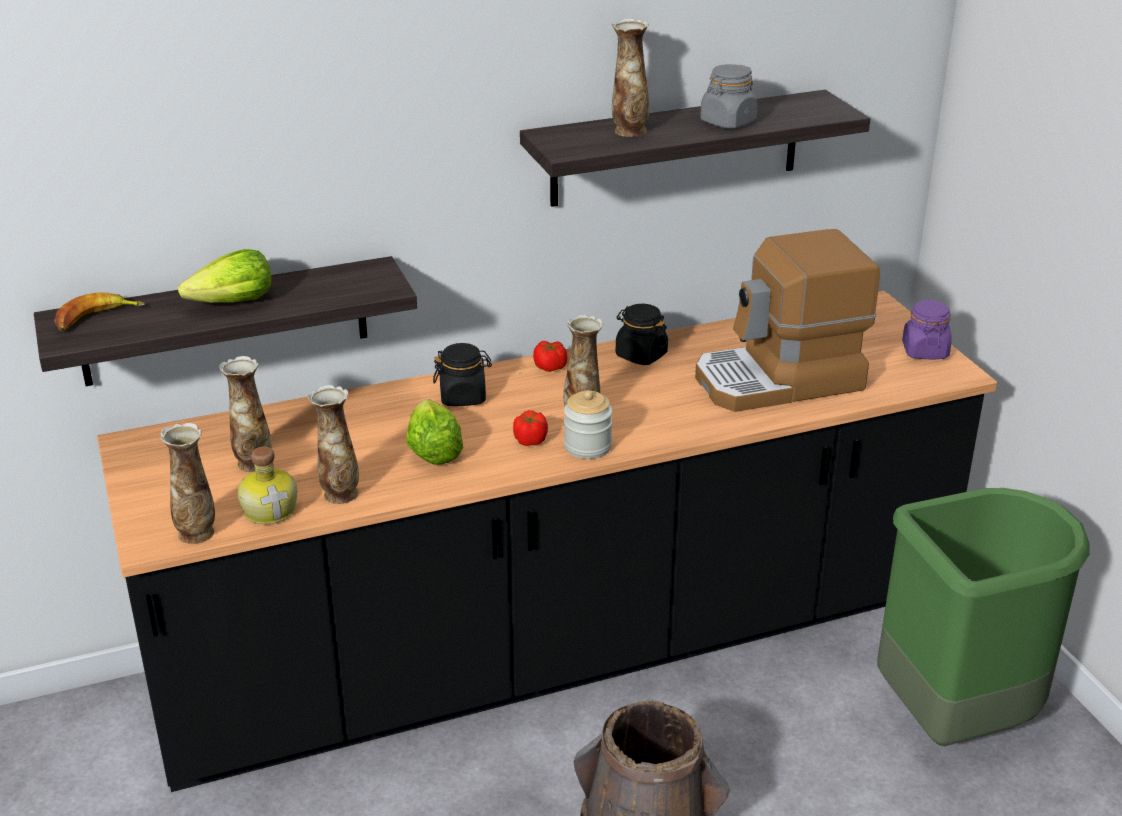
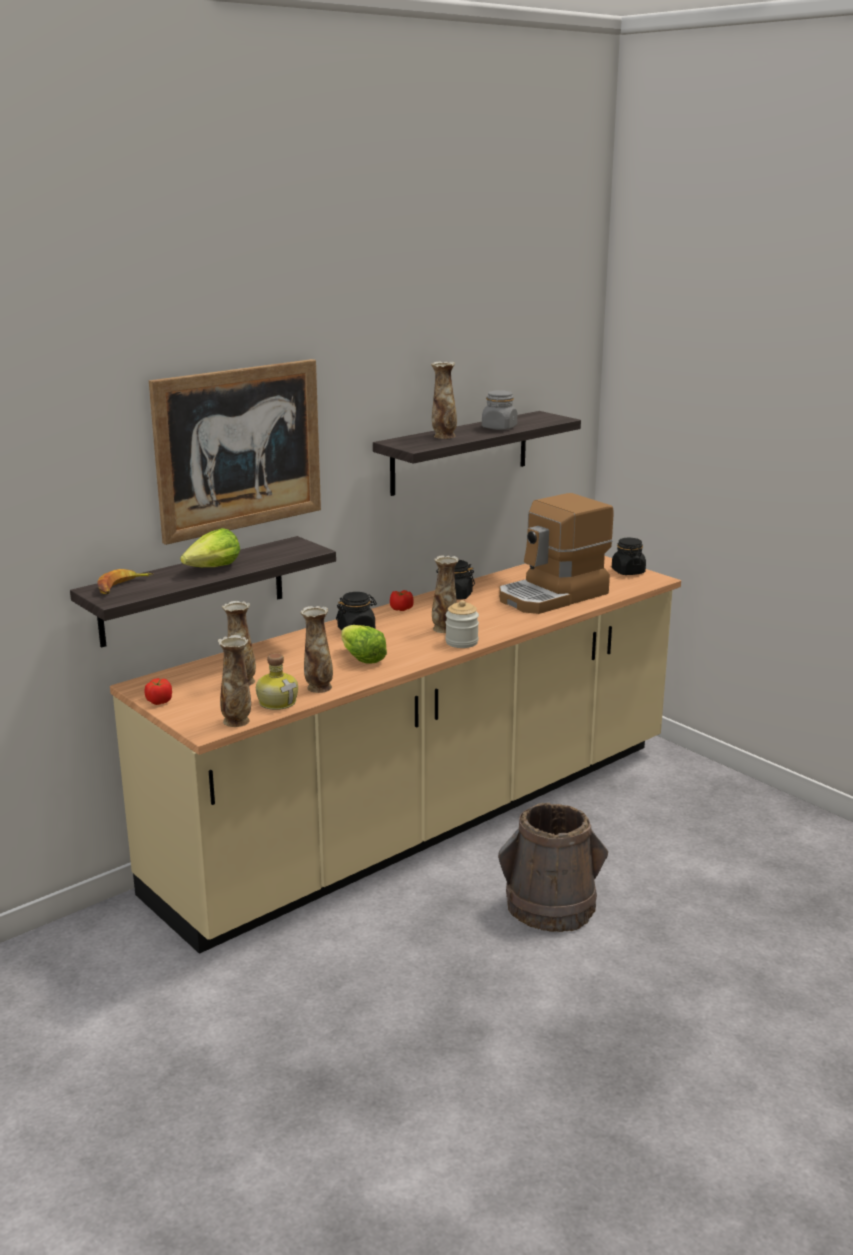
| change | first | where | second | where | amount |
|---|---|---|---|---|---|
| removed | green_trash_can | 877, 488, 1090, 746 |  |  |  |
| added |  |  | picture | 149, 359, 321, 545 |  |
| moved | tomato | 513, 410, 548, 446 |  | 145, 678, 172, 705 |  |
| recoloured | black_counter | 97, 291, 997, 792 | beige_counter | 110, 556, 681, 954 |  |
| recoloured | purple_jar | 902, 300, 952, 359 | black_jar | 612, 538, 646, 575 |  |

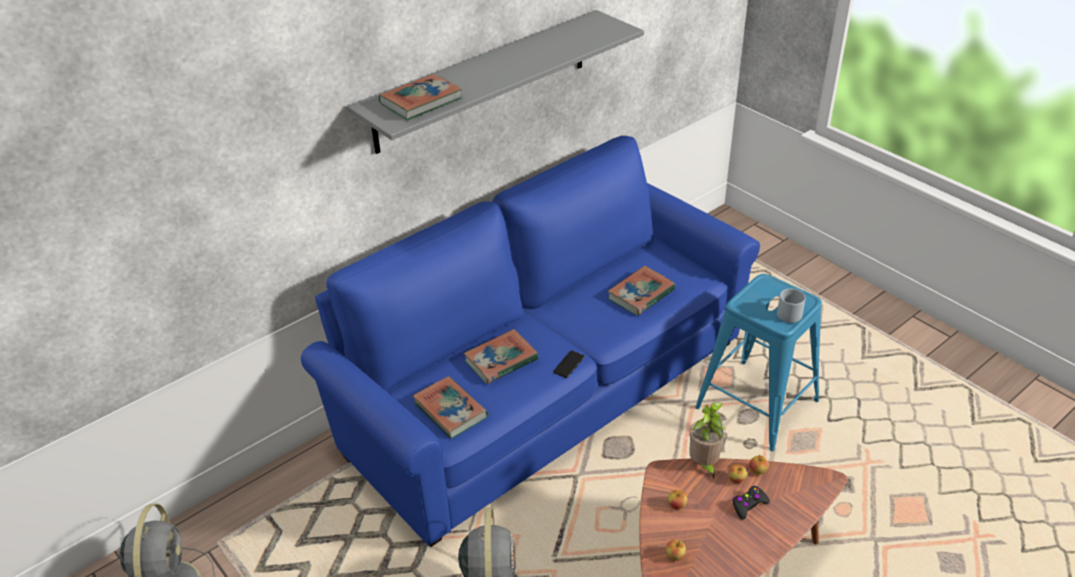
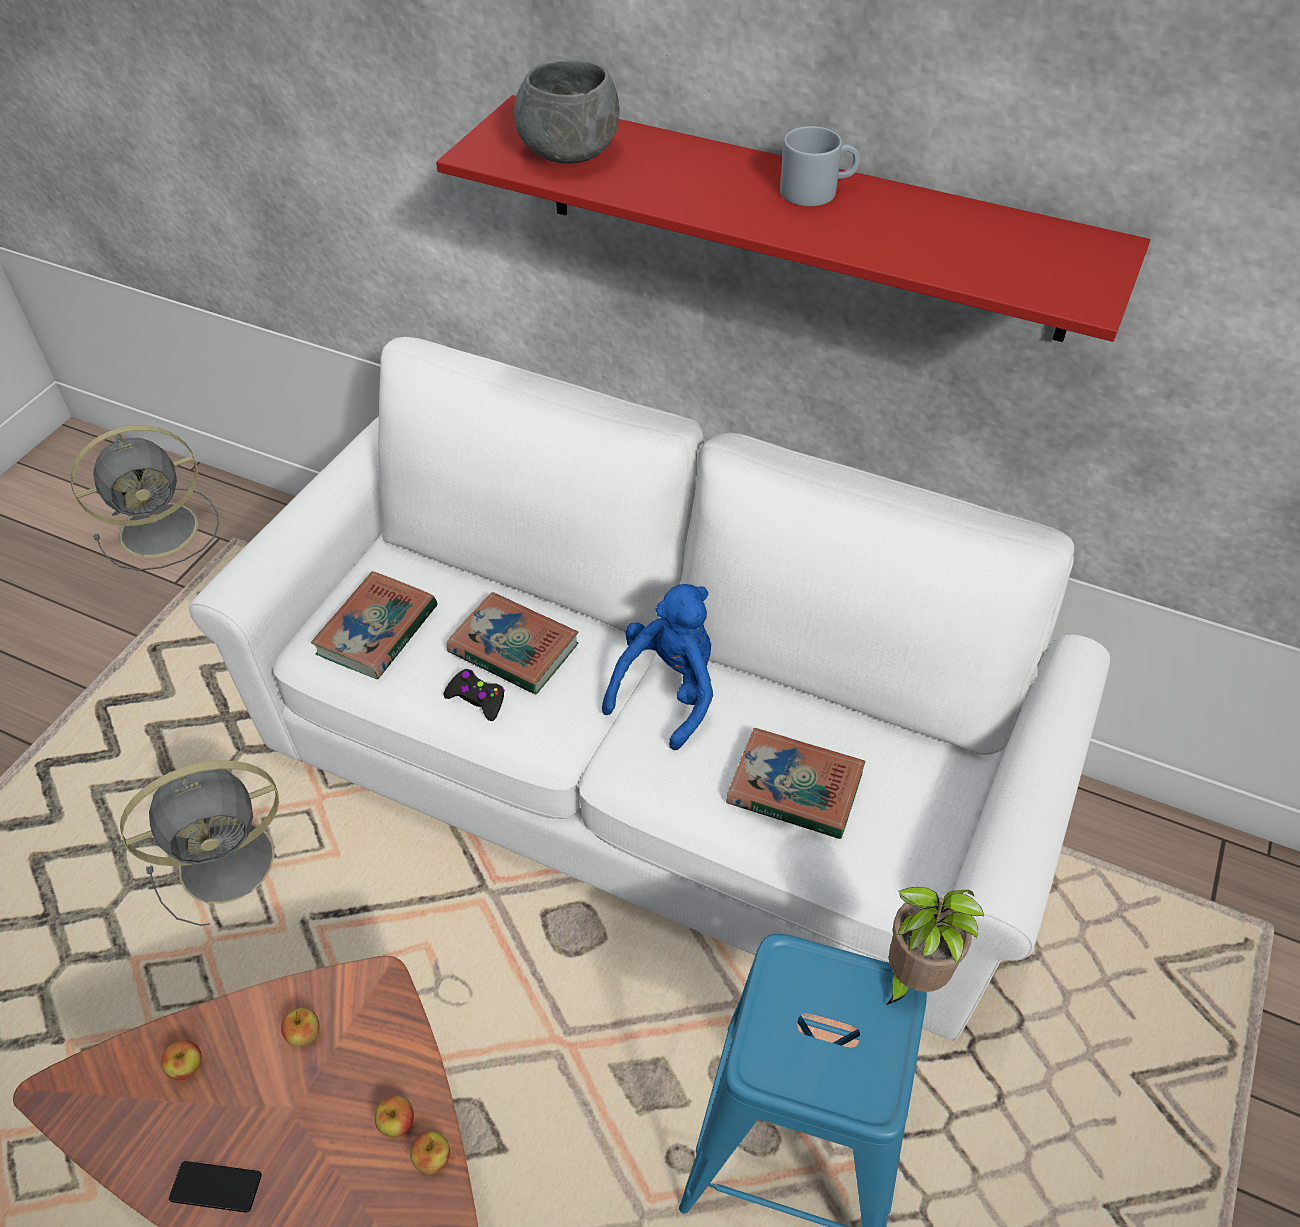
| change | first | where | second | where | amount |
|---|---|---|---|---|---|
| added |  |  | blue_plush_toy | 602, 584, 713, 750 |  |
| moved | phone | 553, 350, 585, 378 |  | 169, 1161, 262, 1213 |  |
| moved | potted_plant | 689, 402, 726, 479 |  | 886, 887, 984, 1005 |  |
| moved | black_game_controller | 732, 486, 770, 519 |  | 443, 669, 505, 721 |  |
| moved | grey_mug | 777, 289, 806, 323 |  | 780, 126, 860, 206 |  |
| replaced | book | 379, 74, 462, 120 | grey_bowl | 514, 58, 620, 163 |  |
| recoloured | blue_sofa | 301, 136, 760, 547 | white_sofa | 188, 337, 1110, 1041 |  |
| recoloured | grey_shelf | 347, 10, 644, 154 | red_shelf | 436, 95, 1150, 342 |  |

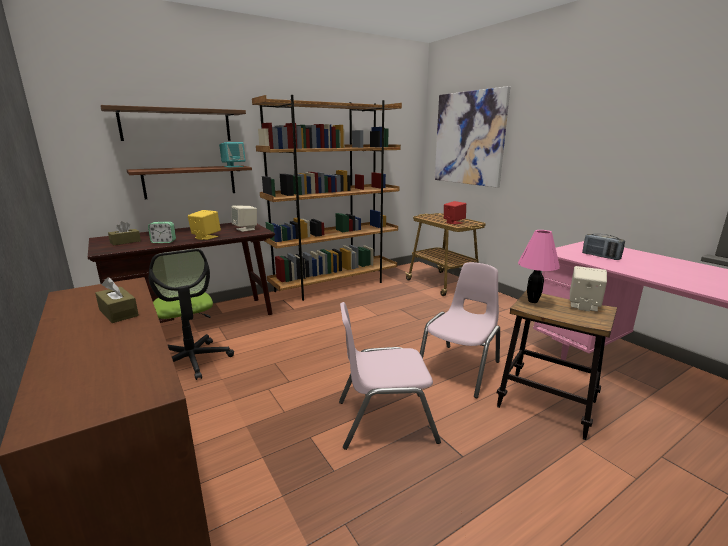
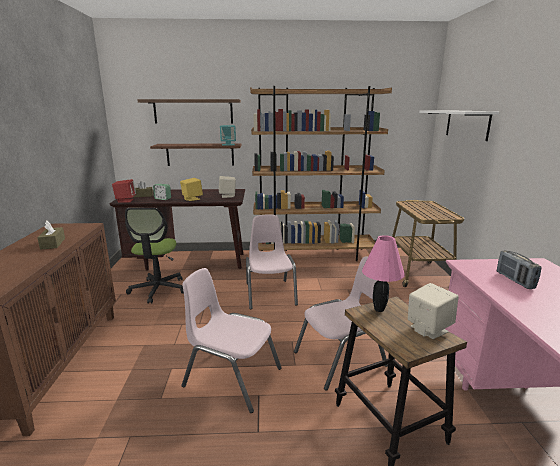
| change | first | where | second | where | amount |
|---|---|---|---|---|---|
| added |  |  | pink_chair | 246, 215, 298, 309 |  |
| moved | red_speaker | 444, 201, 466, 224 |  | 112, 179, 136, 203 |  |
| replaced | picture | 434, 86, 510, 188 | white_shelf | 419, 110, 499, 141 |  |

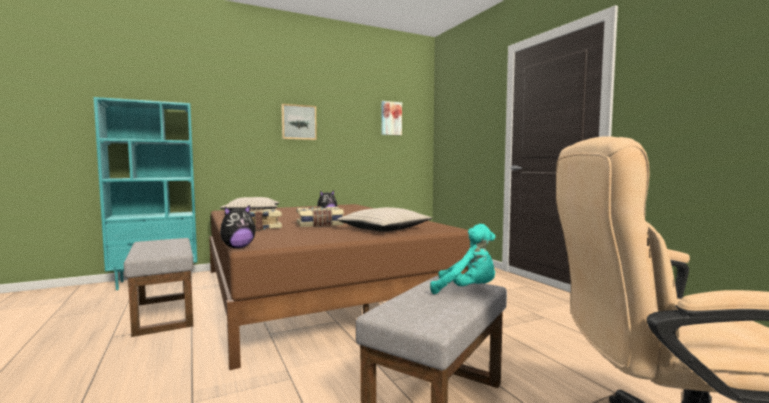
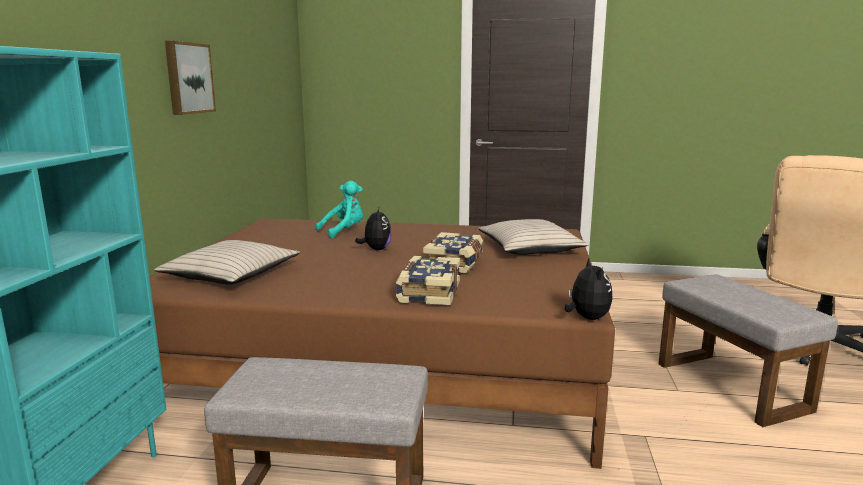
| change | first | where | second | where | amount |
|---|---|---|---|---|---|
| removed | picture | 381, 101, 402, 136 |  |  |  |
| moved | turquoise_plush_toy | 430, 224, 496, 294 |  | 316, 181, 363, 238 |  |

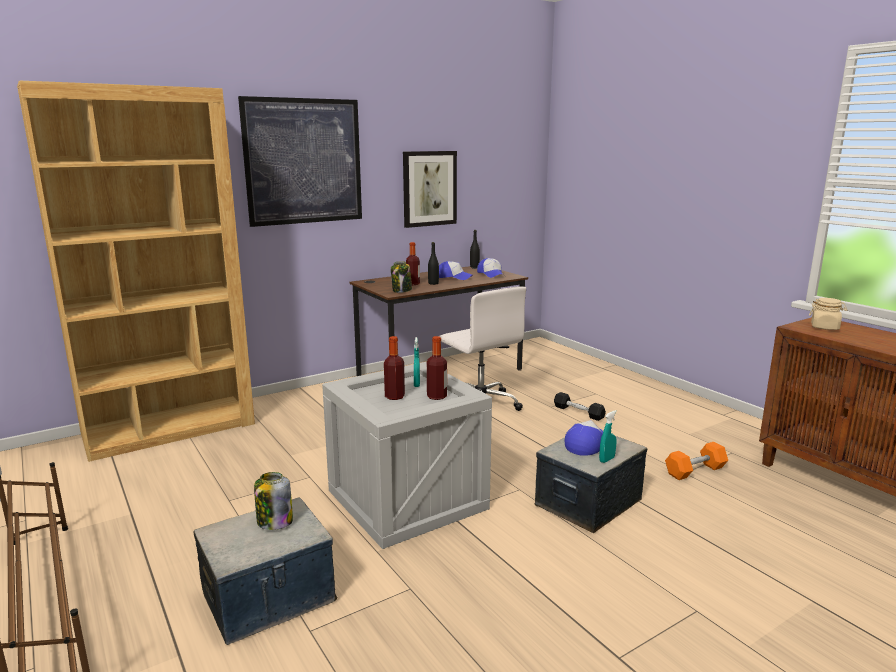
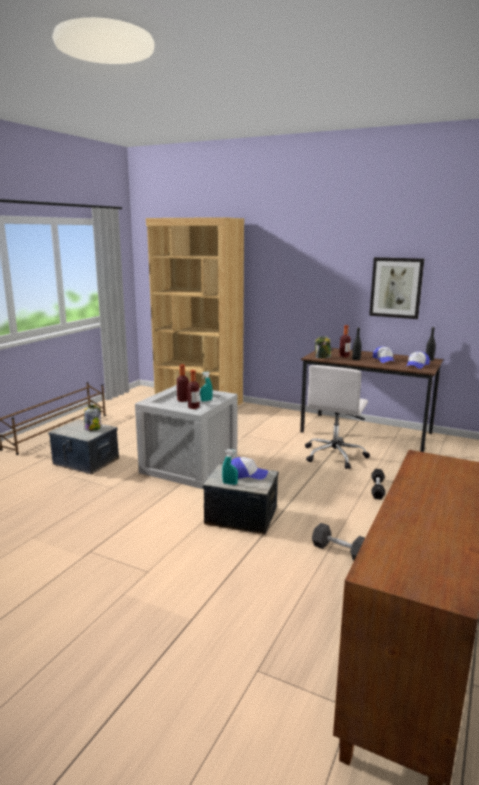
| change | first | where | second | where | amount |
|---|---|---|---|---|---|
| removed | picture | 238, 96, 362, 227 |  |  |  |
| removed | beige_jar | 809, 298, 847, 330 |  |  |  |
| recoloured | orange_dumbbell | 665, 442, 728, 480 | grey_dumbbell | 312, 523, 365, 560 |  |

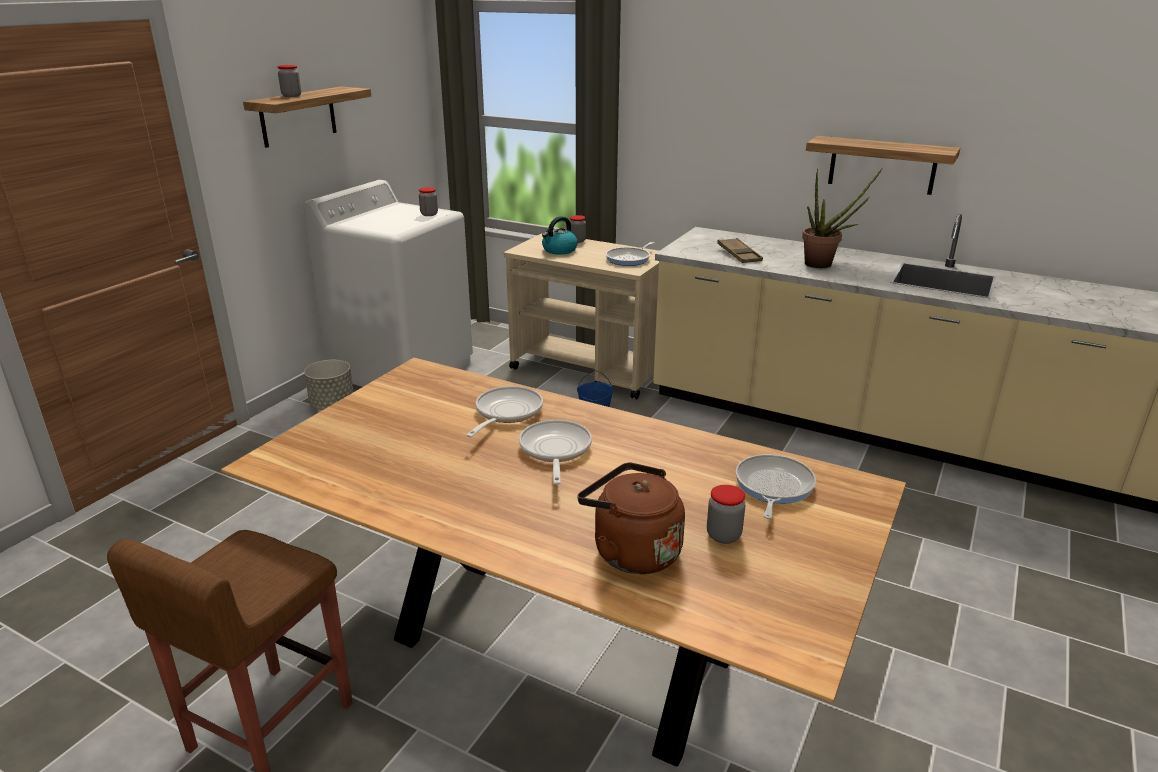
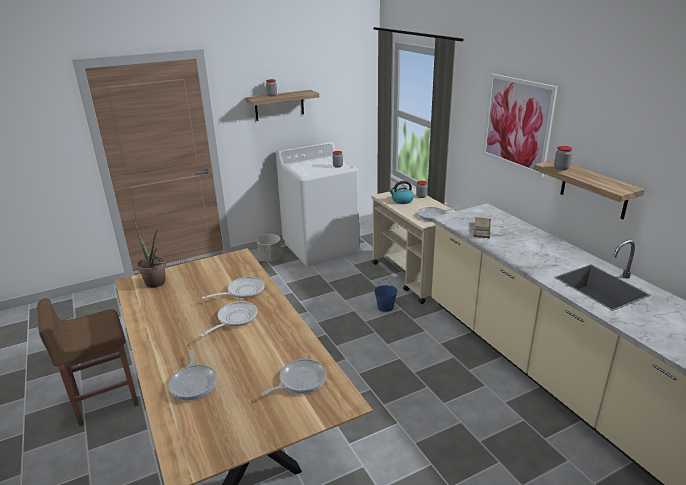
| change | first | where | second | where | amount |
|---|---|---|---|---|---|
| added |  |  | picture | 483, 74, 558, 177 |  |
| moved | jar | 707, 485, 745, 544 |  | 554, 146, 573, 170 |  |
| moved | potted_plant | 802, 168, 883, 268 |  | 134, 220, 166, 288 |  |
| replaced | brown_kettle | 578, 462, 685, 574 | frying_pan | 168, 350, 217, 400 |  |

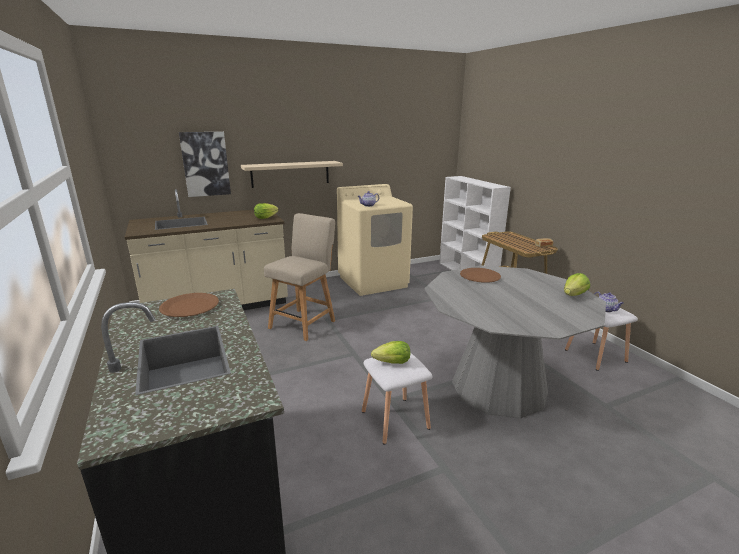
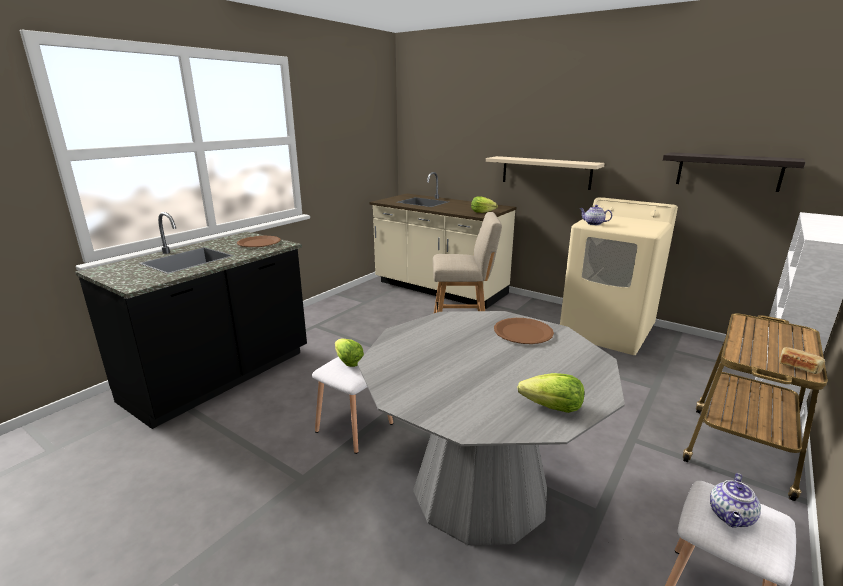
| change | first | where | second | where | amount |
|---|---|---|---|---|---|
| removed | picture | 179, 132, 231, 197 |  |  |  |
| added |  |  | shelf | 663, 152, 805, 192 |  |

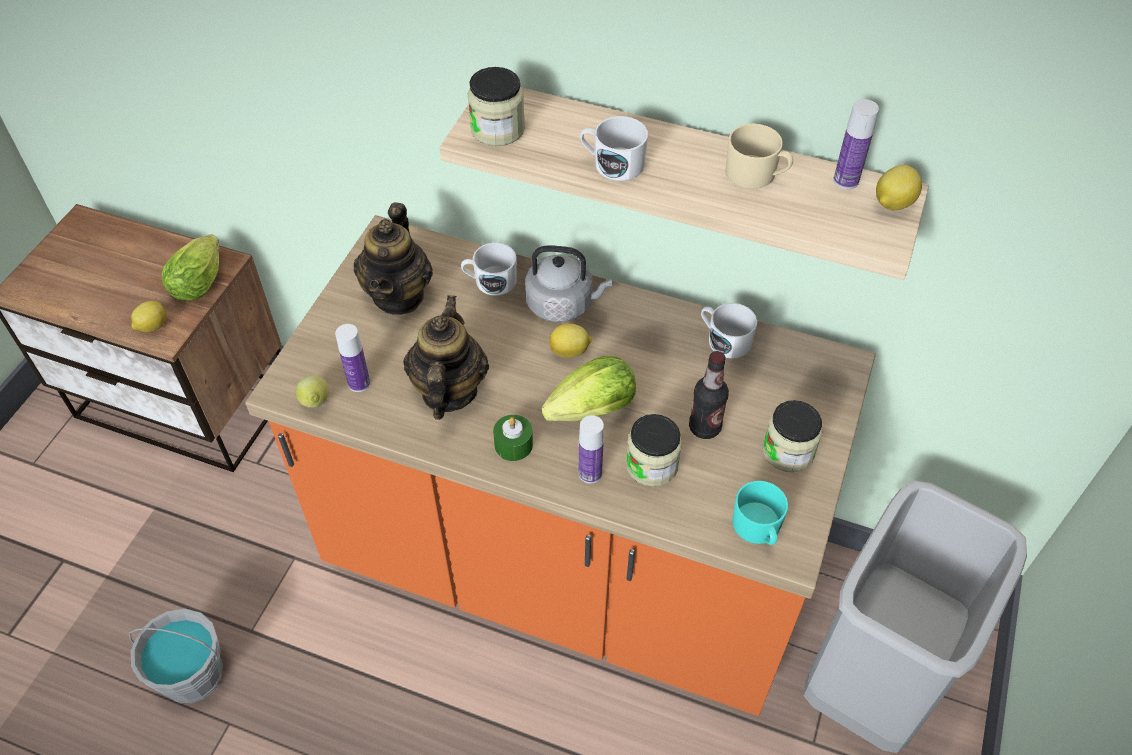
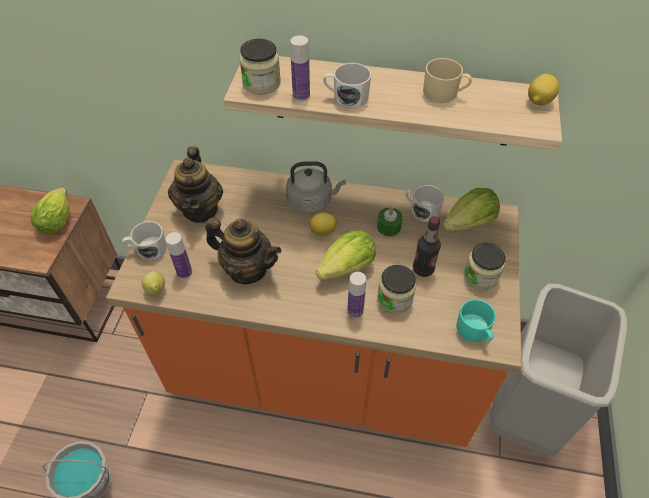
| change | first | where | second | where | amount |
|---|---|---|---|---|---|
| removed | lemon | 131, 301, 166, 332 |  |  |  |
| added |  |  | lettuce | 443, 188, 500, 231 |  |
| moved | white_mug | 461, 242, 517, 295 |  | 122, 221, 167, 260 |  |
| moved | green_candle | 493, 415, 533, 461 |  | 377, 207, 403, 236 |  |
| moved | bottle | 833, 99, 879, 189 |  | 290, 35, 310, 101 |  |
| turned | teapot | 403, 295, 489, 420 |  | 205, 218, 281, 284 | 120 degrees clockwise |

